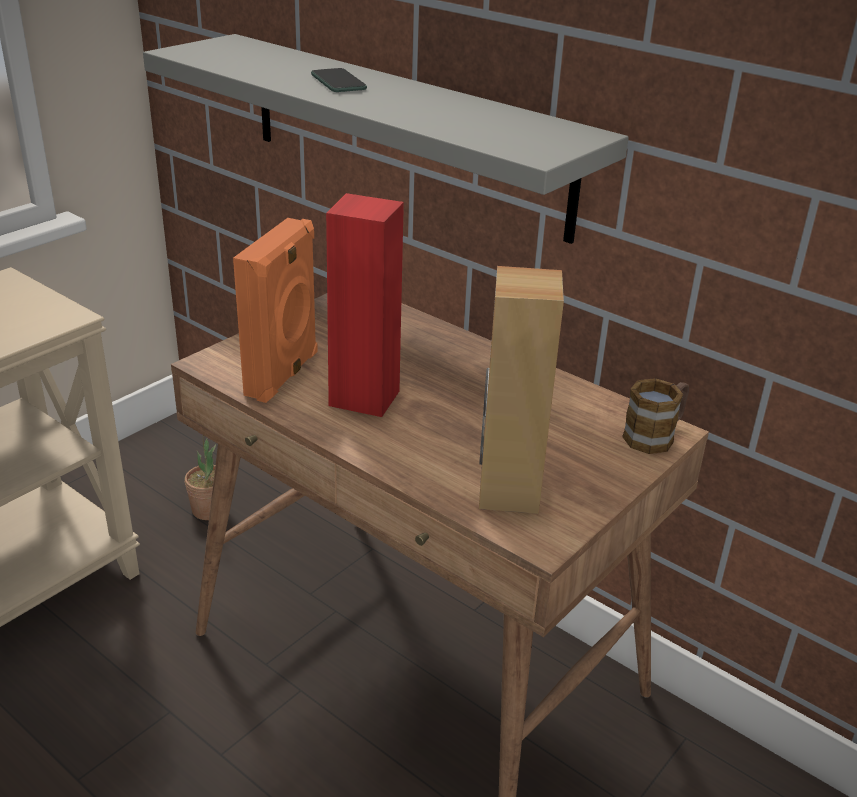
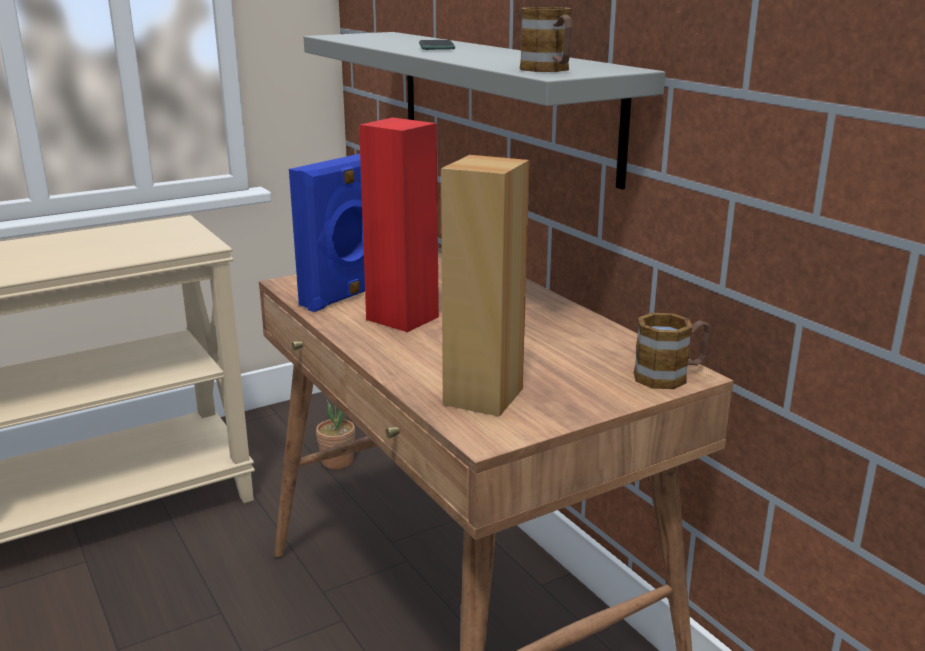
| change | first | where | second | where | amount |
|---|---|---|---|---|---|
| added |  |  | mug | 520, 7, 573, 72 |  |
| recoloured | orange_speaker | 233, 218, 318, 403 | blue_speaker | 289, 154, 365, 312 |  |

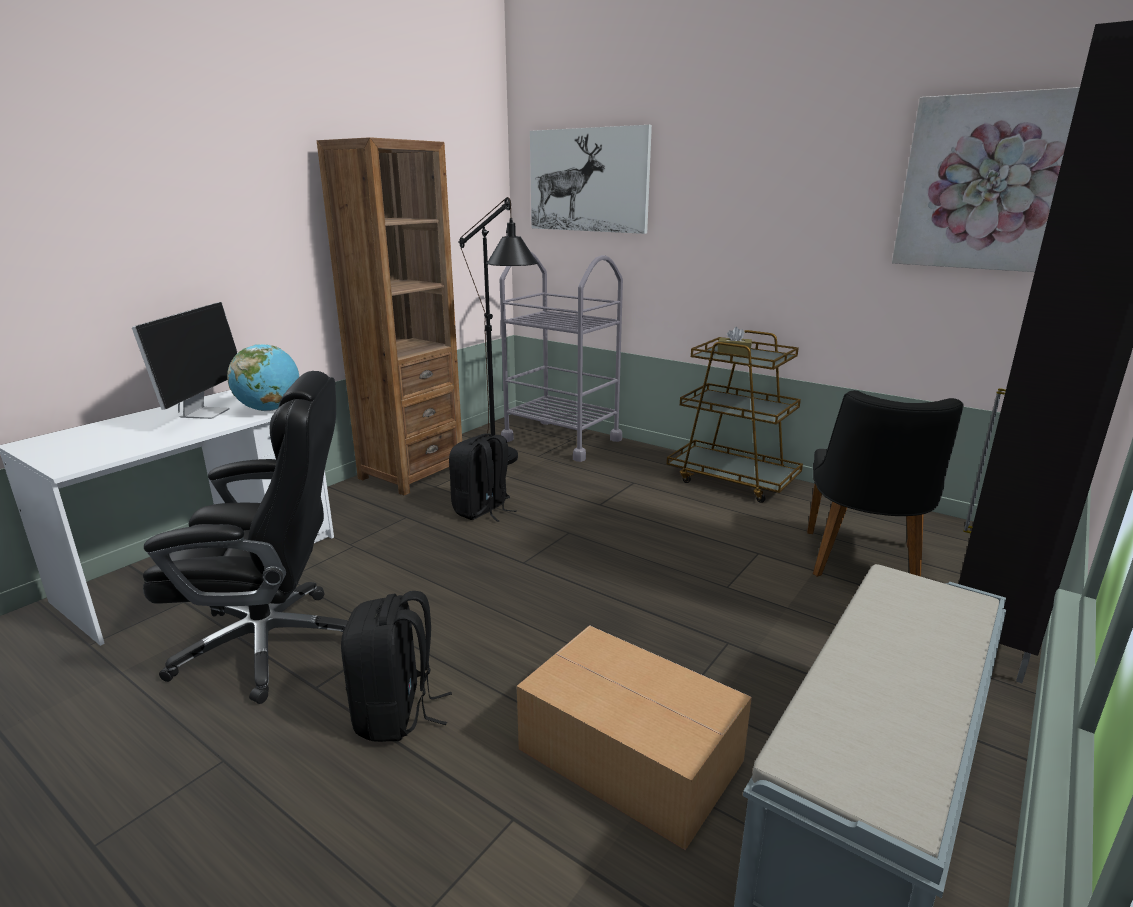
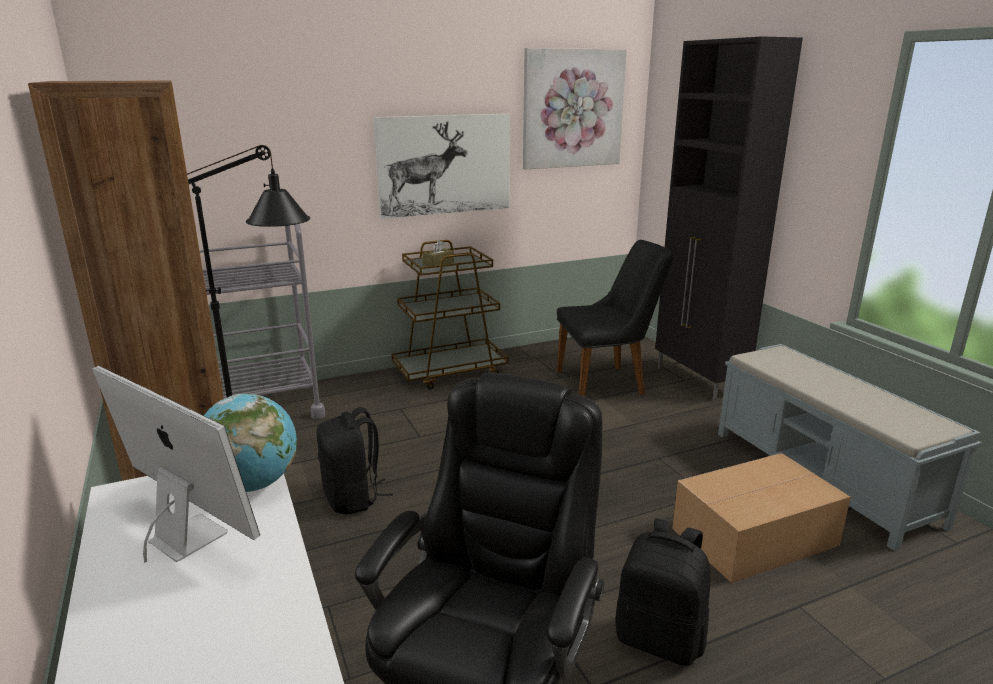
| change | first | where | second | where | amount |
|---|---|---|---|---|---|
| moved | picture | 530, 125, 652, 234 |  | 374, 114, 510, 219 |  |
| turned | black_chair | 807, 390, 964, 577 |  | 557, 240, 674, 397 | 60 degrees counterclockwise |

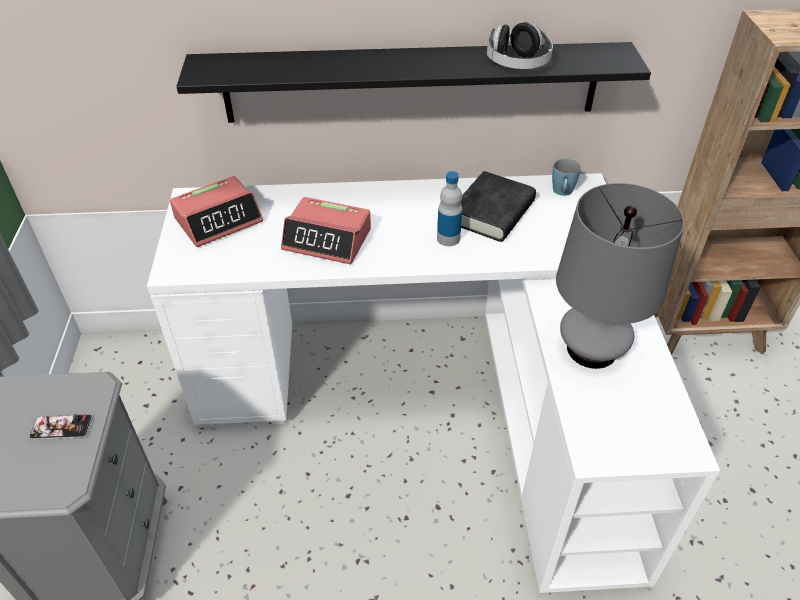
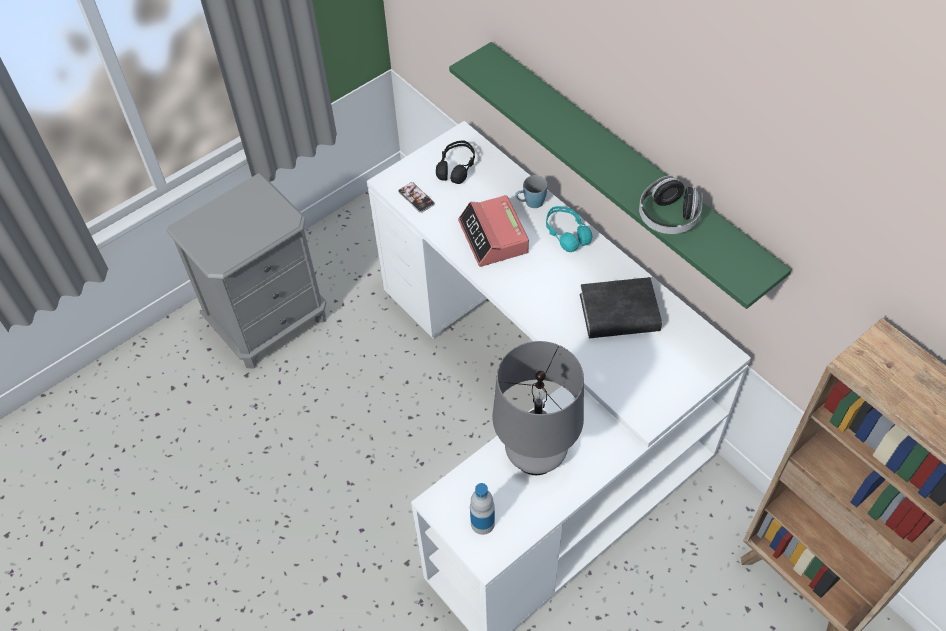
| change | first | where | second | where | amount |
|---|---|---|---|---|---|
| added |  |  | turquoise_headphones | 546, 206, 592, 252 |  |
| moved | phone | 29, 414, 93, 440 |  | 398, 182, 435, 213 |  |
| moved | bottle | 437, 171, 463, 246 |  | 470, 483, 495, 535 |  |
| moved | blue_mug | 552, 159, 581, 196 |  | 515, 175, 548, 208 |  |
| replaced | alarm_clock | 170, 176, 263, 247 | black_headphones | 436, 140, 475, 184 |  |
| recoloured | black_shelf | 176, 42, 651, 123 | green_shelf | 449, 42, 792, 309 |  |

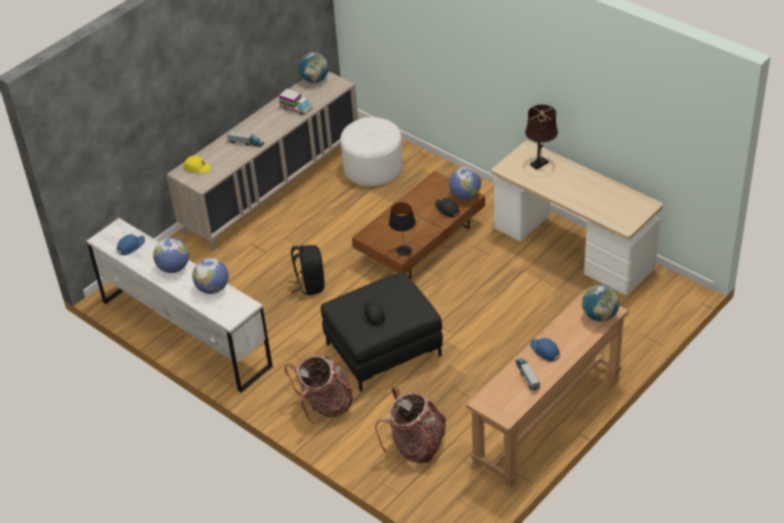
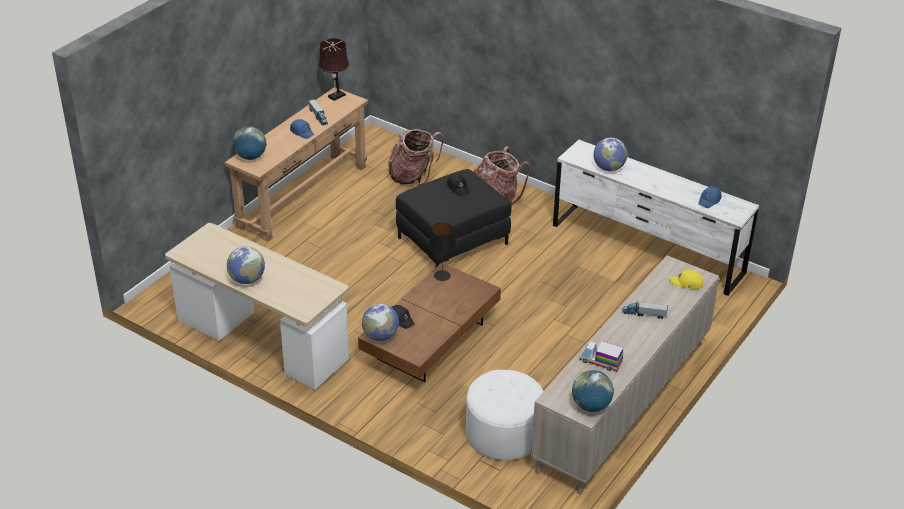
| change | first | where | second | where | amount |
|---|---|---|---|---|---|
| removed | black_backpack | 289, 245, 325, 295 |  |  |  |
| moved | globe | 153, 238, 189, 273 |  | 227, 246, 265, 284 |  |
| moved | brown_table_lamp | 525, 104, 558, 170 |  | 318, 38, 349, 101 |  |

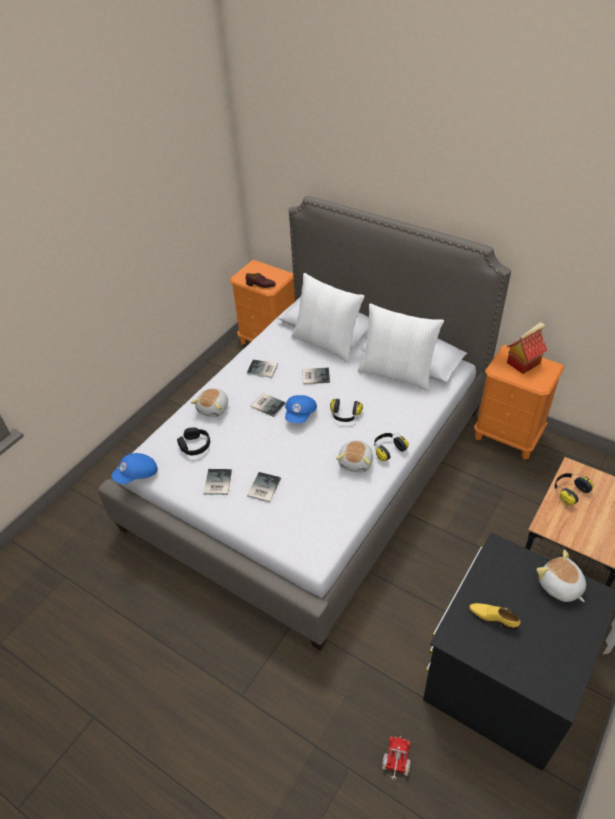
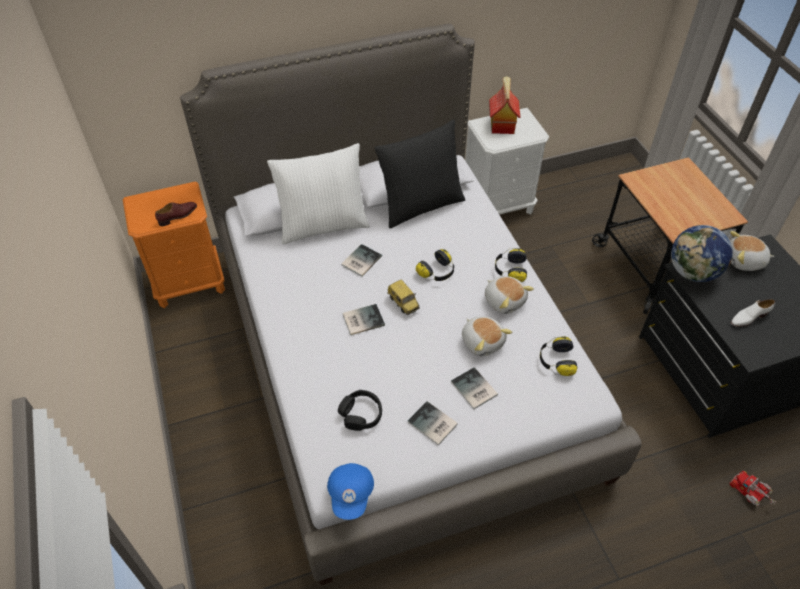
| change | first | where | second | where | amount |
|---|---|---|---|---|---|
| removed | book | 247, 360, 278, 378 |  |  |  |
| added |  |  | globe | 671, 225, 733, 282 |  |
| moved | plush_toy | 191, 388, 228, 417 |  | 462, 316, 512, 356 |  |
| moved | headphones | 555, 473, 593, 505 |  | 540, 336, 577, 376 |  |
| replaced | blue_cap | 285, 395, 317, 423 | toy_car | 387, 280, 419, 315 |  |
| recoloured | white_pillow | 358, 303, 444, 391 | black_pillow | 375, 120, 465, 228 |  |
| recoloured | yellow_shoe | 469, 603, 521, 630 | white_shoe | 731, 299, 775, 327 |  |
| recoloured | orange_nightstand | 474, 345, 565, 459 | white_nightstand | 465, 108, 549, 215 |  |

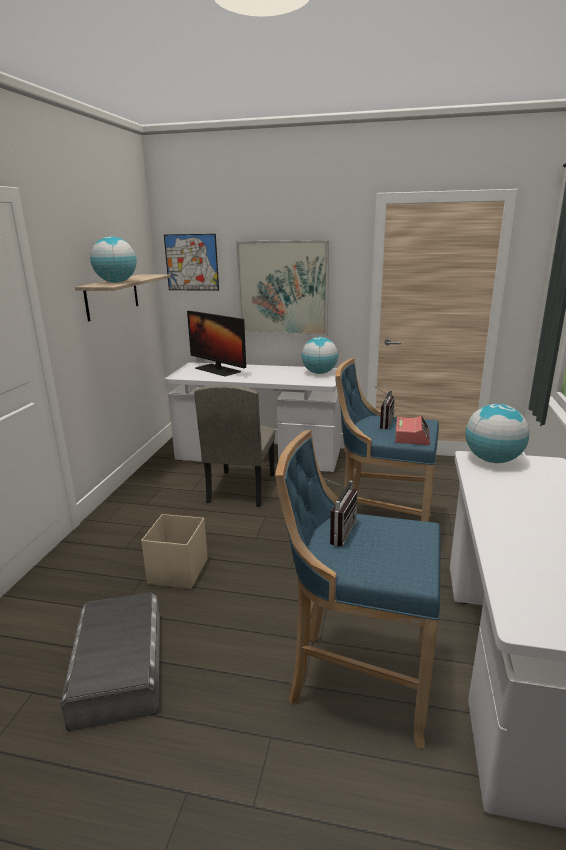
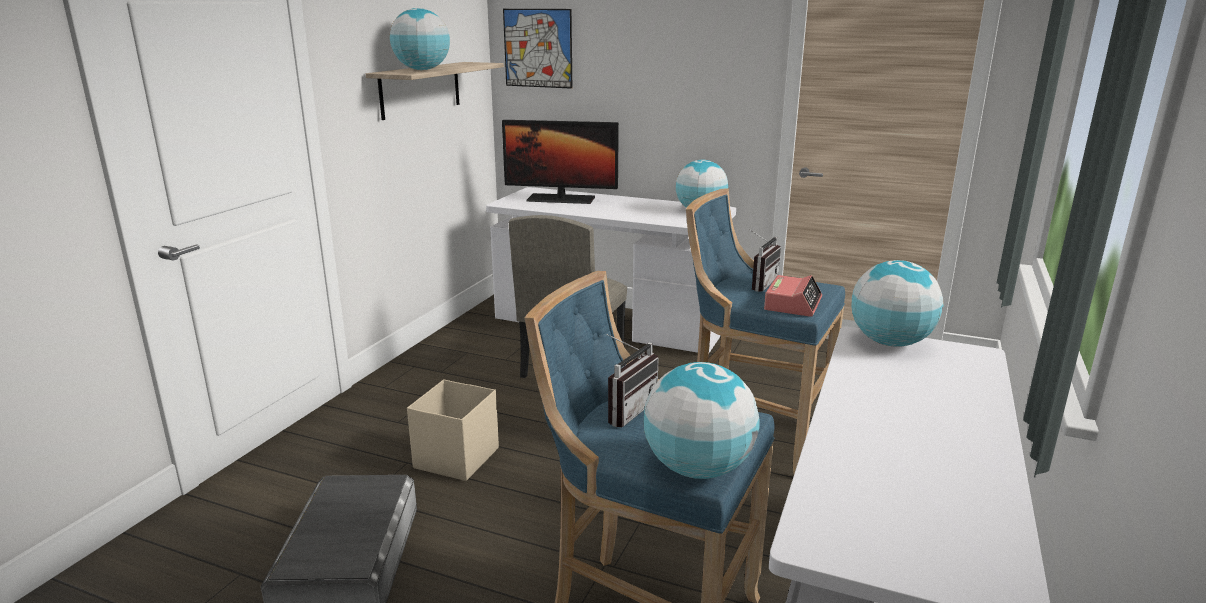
| change | first | where | second | where | amount |
|---|---|---|---|---|---|
| removed | picture | 236, 240, 329, 336 |  |  |  |
| added |  |  | globe | 644, 362, 759, 479 |  |
| turned | monitor | 187, 311, 246, 376 |  | 502, 120, 619, 204 | 45 degrees counterclockwise |

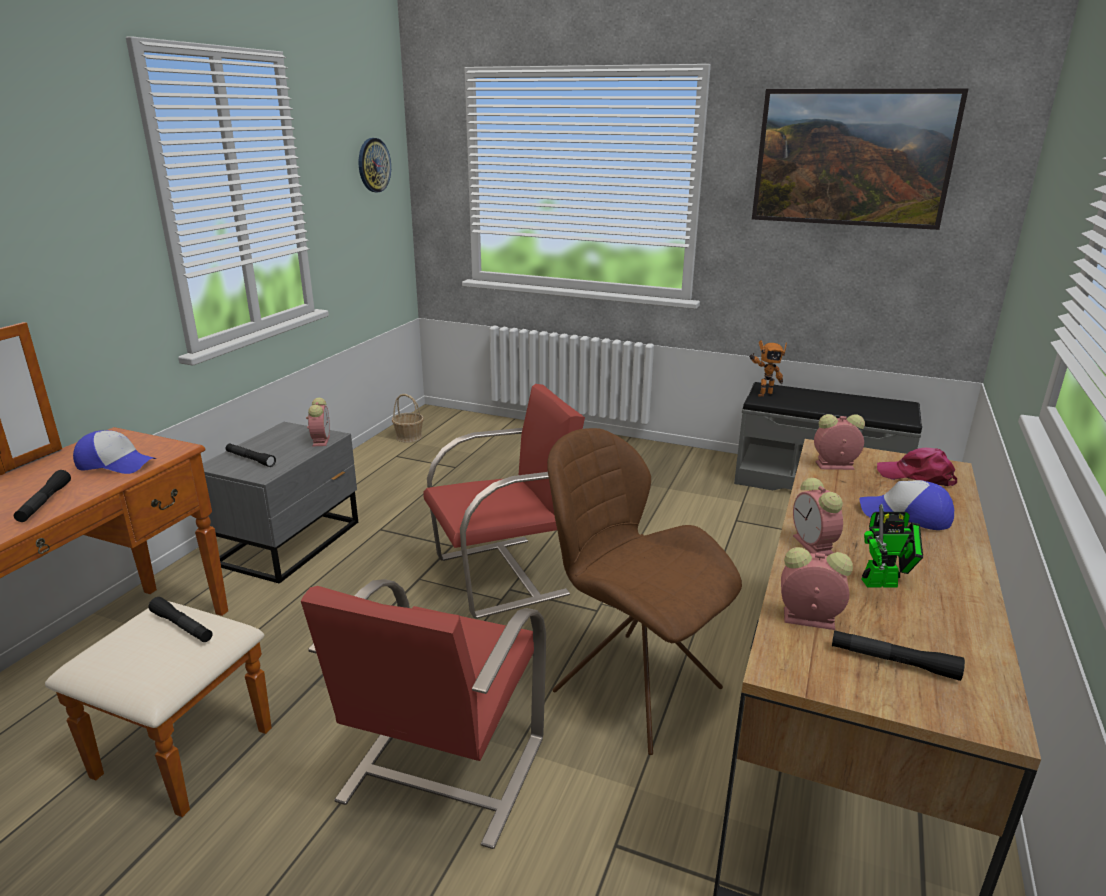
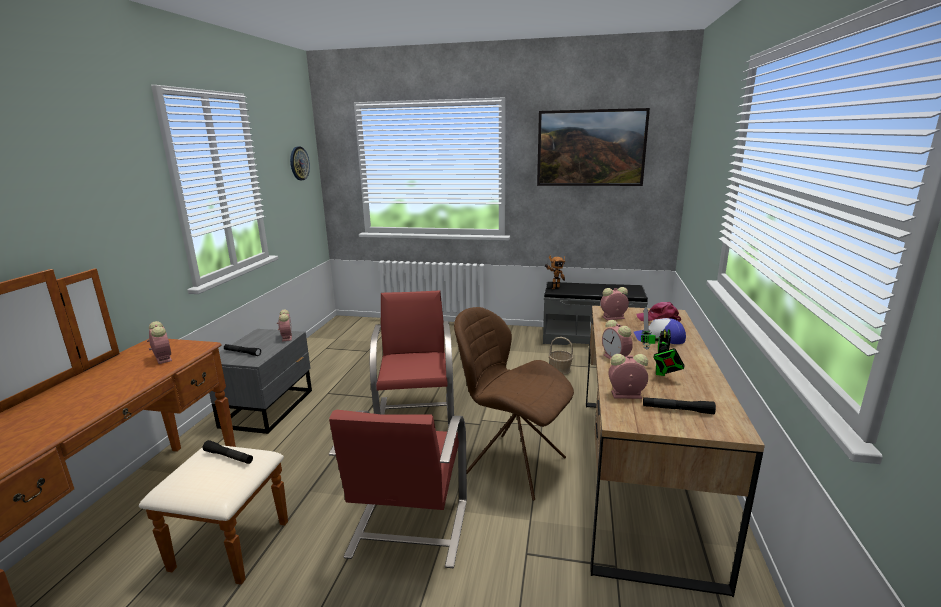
| change | first | where | second | where | amount |
|---|---|---|---|---|---|
| removed | black_flashlight | 14, 470, 71, 522 |  |  |  |
| moved | basket | 392, 394, 424, 442 |  | 549, 337, 573, 374 |  |
| replaced | cap | 73, 430, 156, 474 | alarm_clock | 147, 321, 172, 364 |  |
| turned | red_chair | 424, 384, 585, 619 |  | 370, 290, 454, 426 | 60 degrees counterclockwise |
| turned | toy_robot | 862, 504, 923, 588 |  | 641, 307, 685, 376 | 120 degrees clockwise |

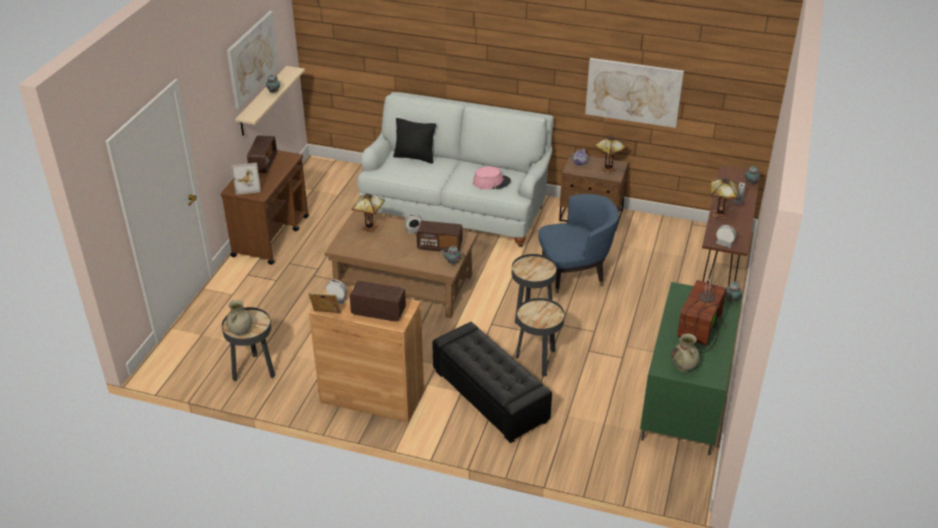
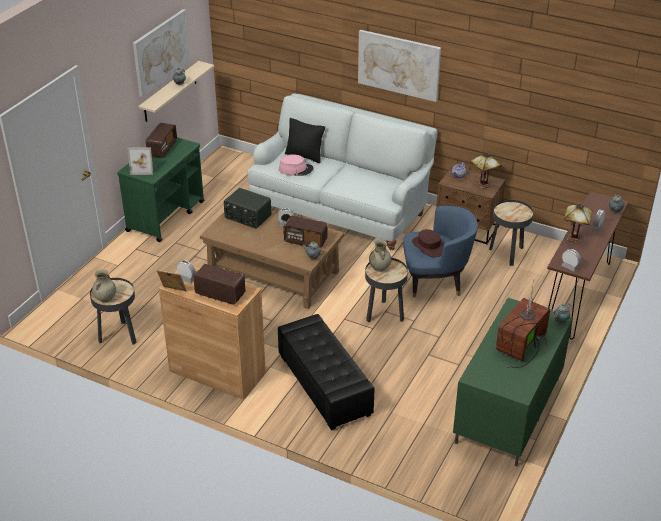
| change | first | where | second | where | amount |
|---|---|---|---|---|---|
| added |  |  | brown_hat | 412, 229, 444, 257 |  |
| moved | pink_hat | 473, 166, 511, 189 |  | 279, 154, 314, 176 |  |
| moved | black_side_table | 515, 298, 565, 377 |  | 489, 200, 533, 266 |  |
| moved | picture | 585, 58, 684, 128 |  | 358, 30, 441, 102 |  |
| moved | beige_vase | 671, 333, 700, 372 |  | 369, 240, 391, 272 |  |
| replaced | table_lamp | 352, 193, 385, 232 | radio | 224, 188, 271, 229 |  |
| recoloured | brown_cart | 220, 150, 309, 265 | green_cart | 117, 138, 205, 242 |  |

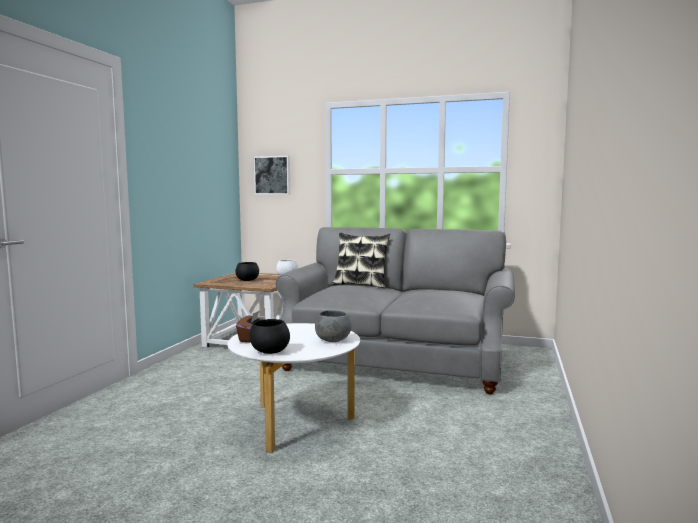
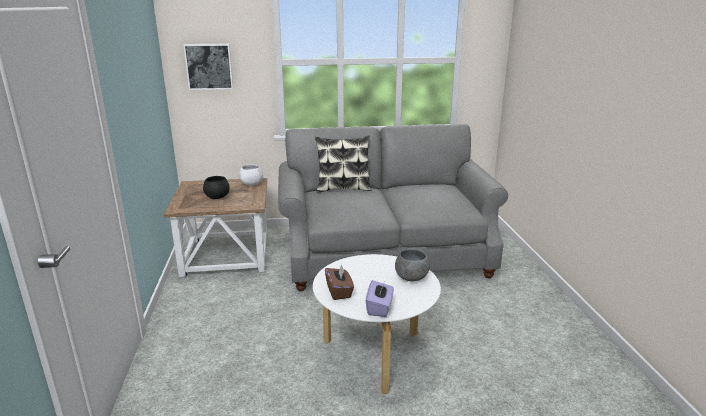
| change | first | where | second | where | amount |
|---|---|---|---|---|---|
| replaced | black_bowl | 249, 319, 290, 354 | purple_tissue_box | 366, 280, 394, 317 |  |

